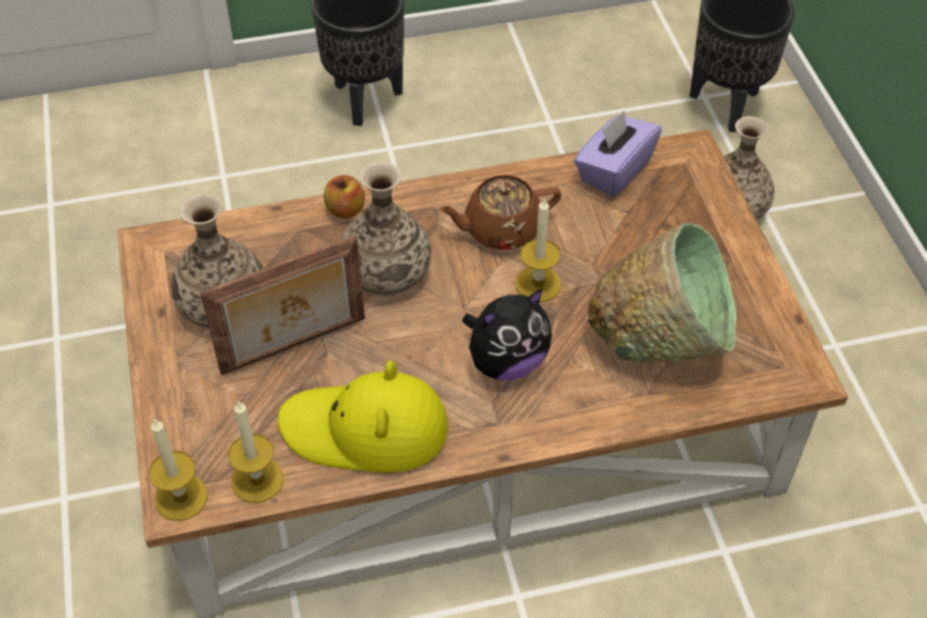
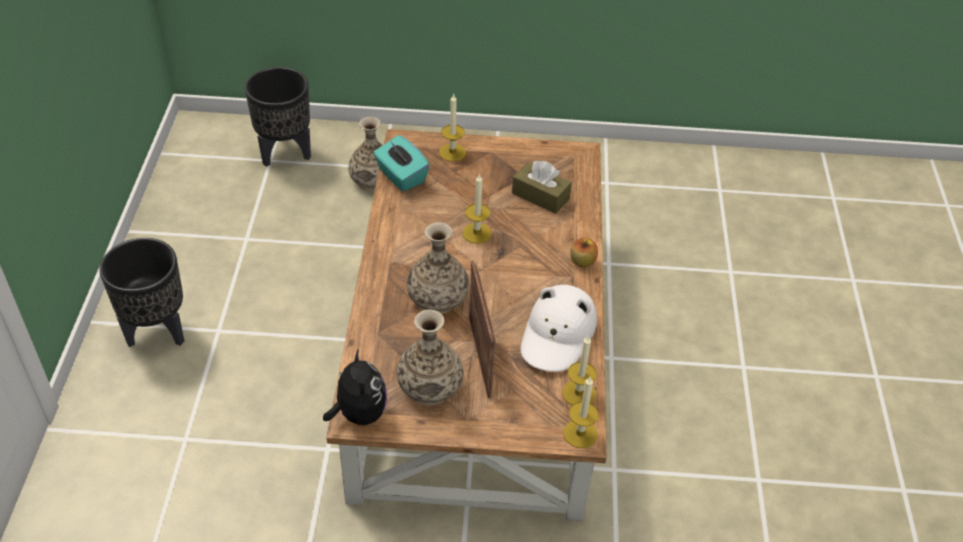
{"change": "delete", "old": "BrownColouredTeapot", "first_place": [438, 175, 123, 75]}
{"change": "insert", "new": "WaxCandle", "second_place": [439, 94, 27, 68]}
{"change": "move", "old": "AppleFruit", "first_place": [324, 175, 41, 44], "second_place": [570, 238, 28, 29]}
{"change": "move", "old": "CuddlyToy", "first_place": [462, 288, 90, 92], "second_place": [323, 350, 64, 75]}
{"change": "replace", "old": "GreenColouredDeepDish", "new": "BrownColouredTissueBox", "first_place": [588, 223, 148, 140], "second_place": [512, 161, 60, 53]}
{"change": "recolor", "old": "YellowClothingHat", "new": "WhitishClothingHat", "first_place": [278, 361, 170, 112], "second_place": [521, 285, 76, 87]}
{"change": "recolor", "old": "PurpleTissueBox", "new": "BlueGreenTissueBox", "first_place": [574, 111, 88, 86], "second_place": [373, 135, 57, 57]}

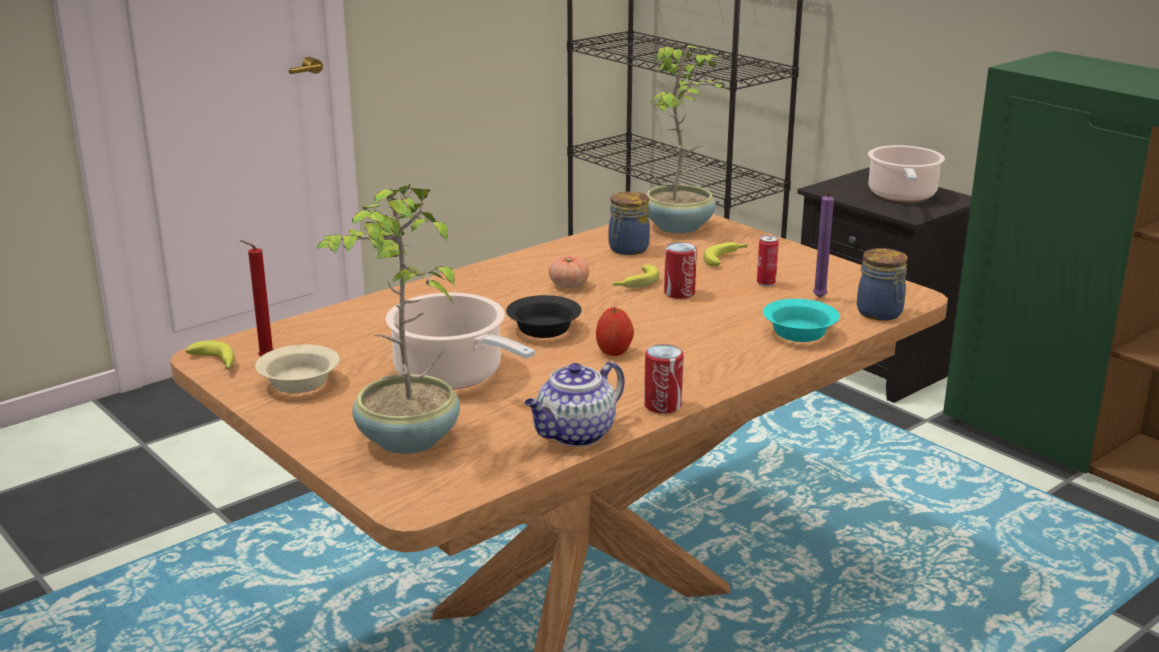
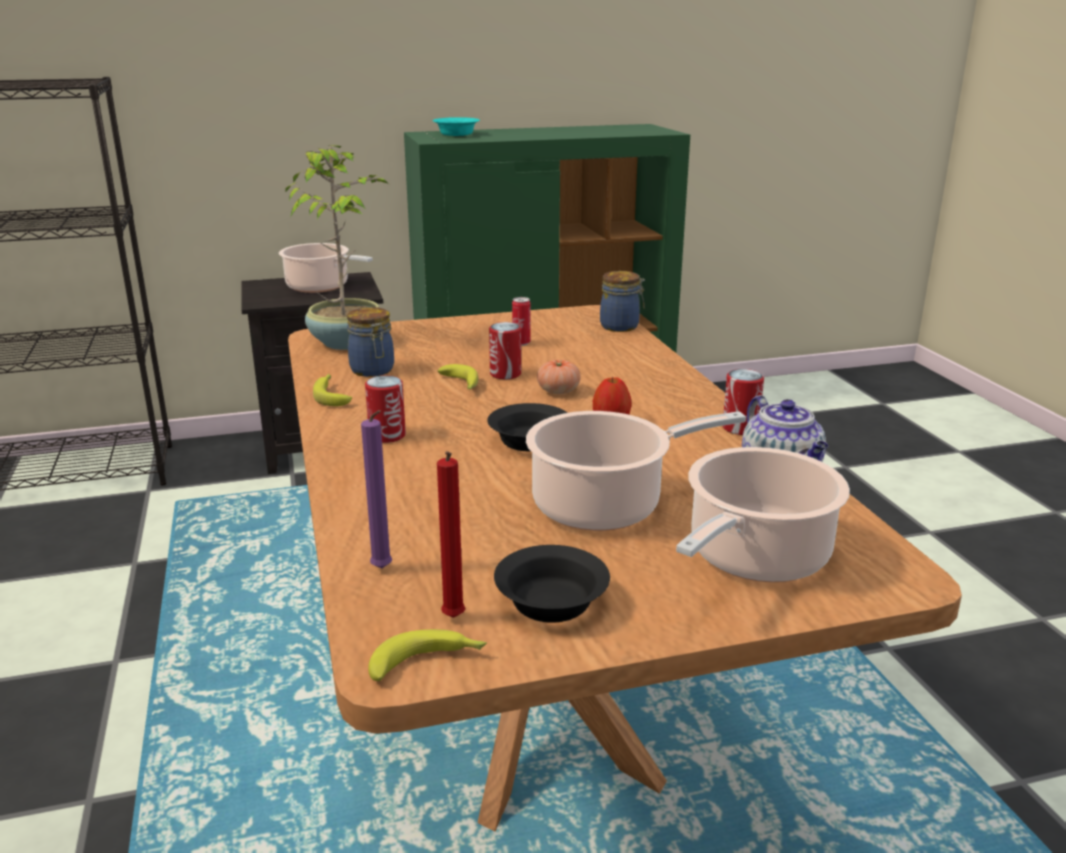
{"change": "insert", "new": "SealedCan", "second_place": [365, 375, 41, 68]}
{"change": "move", "old": "FreshTomato", "first_place": [549, 256, 40, 32], "second_place": [537, 360, 44, 34]}
{"change": "move", "old": "Banana", "first_place": [703, 242, 45, 25], "second_place": [313, 374, 39, 32]}
{"change": "move", "old": "BlueGreenDeepDish", "first_place": [763, 299, 77, 43], "second_place": [432, 117, 48, 19]}
{"change": "move", "old": "PurpleWaxCandle", "first_place": [813, 190, 21, 108], "second_place": [361, 410, 31, 159]}
{"change": "replace", "old": "PottedPlant", "new": "Stockpot", "first_place": [315, 182, 145, 272], "second_place": [676, 447, 174, 135]}
{"change": "recolor", "old": "SandColouredDeepDish", "new": "BlackColouredDeepDish", "first_place": [255, 344, 84, 49], "second_place": [494, 545, 116, 78]}

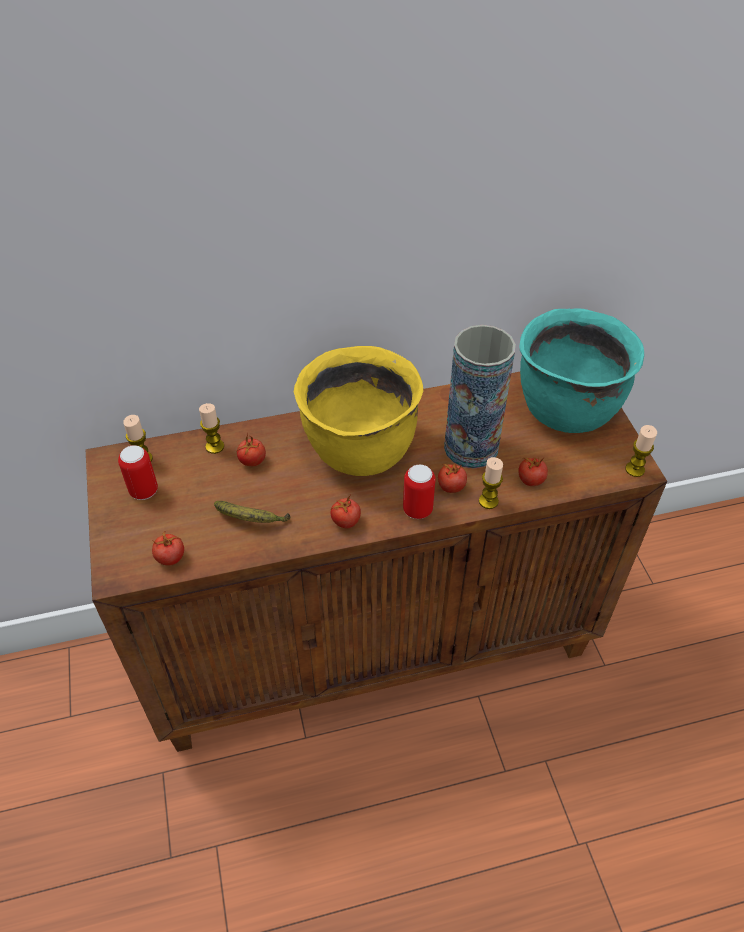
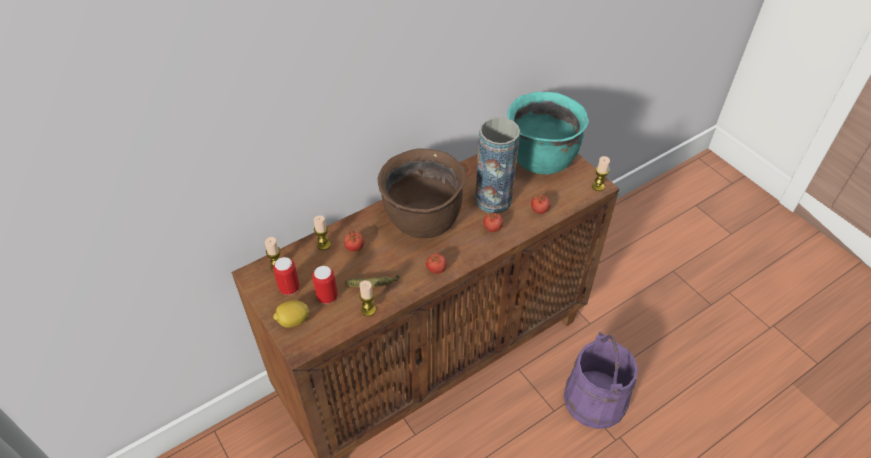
{"change": "delete", "old": "FreshTomato", "first_place": [152, 531, 32, 35]}
{"change": "insert", "new": "Lemon", "second_place": [273, 300, 36, 28]}
{"change": "insert", "new": "PurpleWaterBucket", "second_place": [564, 332, 74, 97]}
{"change": "move", "old": "SealedCan", "first_place": [403, 464, 33, 55], "second_place": [312, 266, 26, 38]}
{"change": "move", "old": "WaxCandle", "first_place": [479, 457, 24, 52], "second_place": [359, 281, 17, 35]}
{"change": "recolor", "old": "YellowStockpot", "new": "BrownColouredStockpot", "first_place": [294, 346, 129, 130], "second_place": [378, 148, 88, 90]}

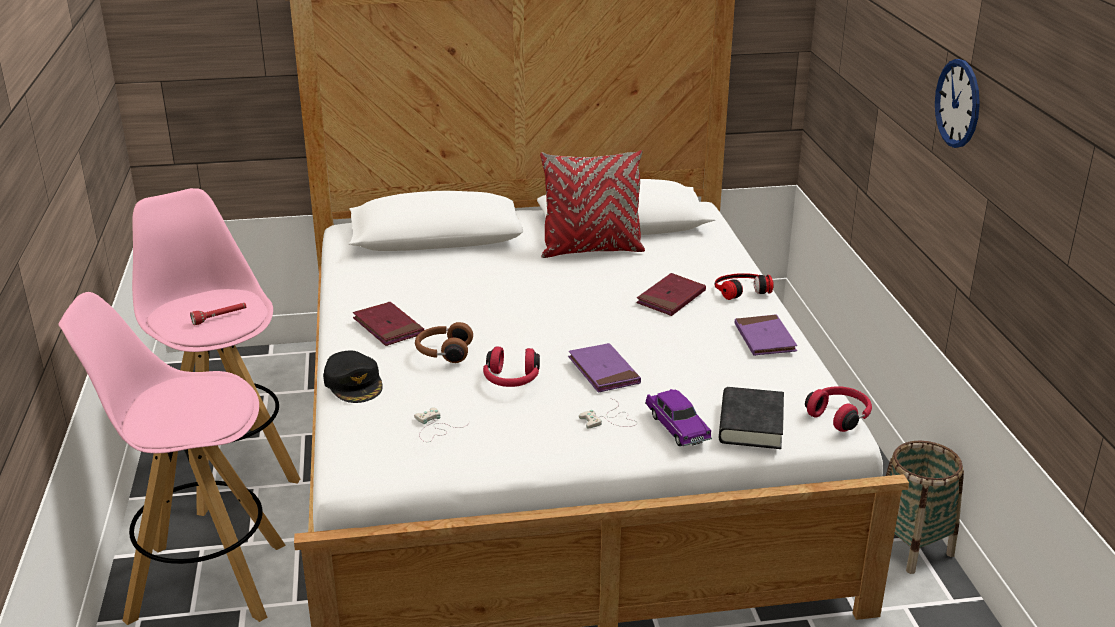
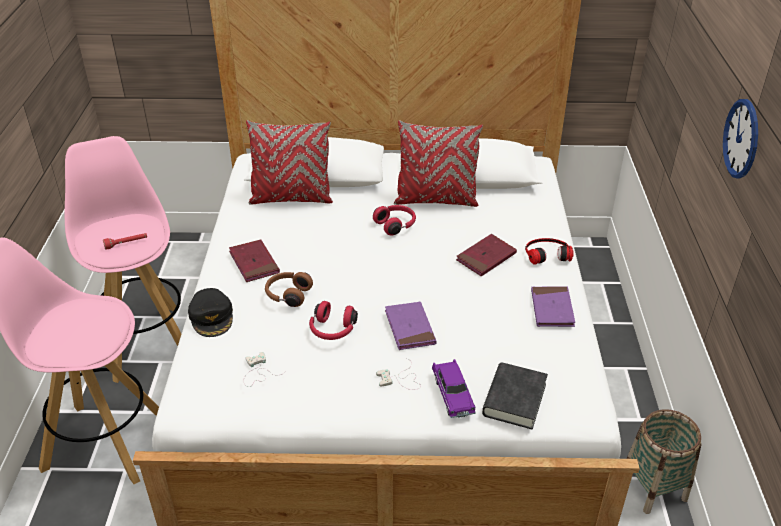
{"change": "insert", "new": "RedColouredCushion", "second_place": [246, 120, 87, 85]}
{"change": "move", "old": "RedColouredHeadphones", "first_place": [805, 386, 67, 46], "second_place": [373, 205, 43, 31]}

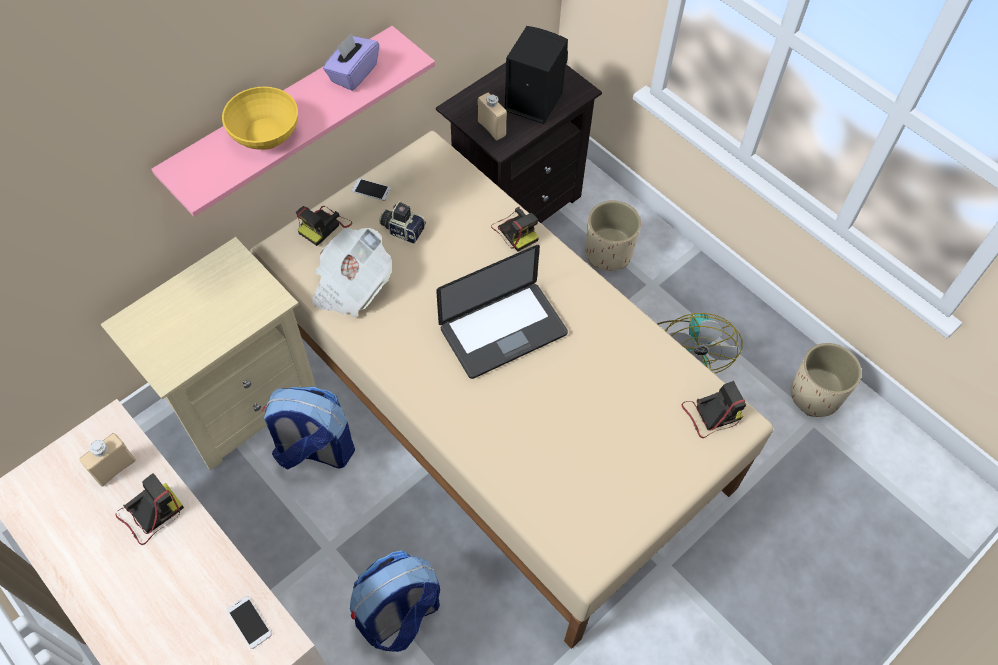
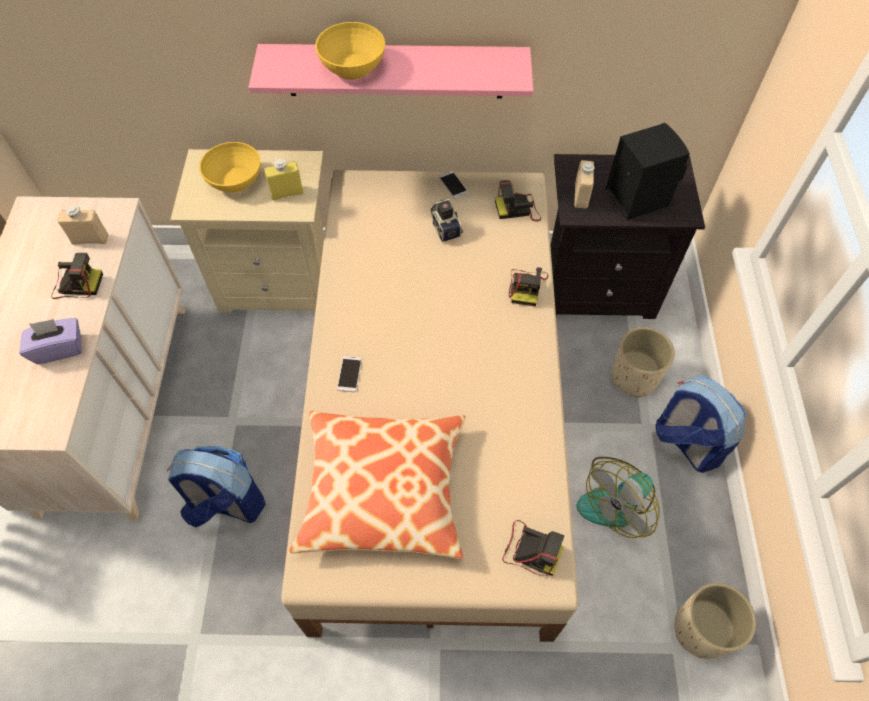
{"change": "delete", "old": "PrintedPaper", "first_place": [312, 228, 80, 89]}
{"change": "delete", "old": "Laptop", "first_place": [436, 245, 132, 134]}
{"change": "insert", "new": "YellowDeepDish", "second_place": [199, 142, 62, 51]}
{"change": "insert", "new": "YellowBeverageBottle", "second_place": [264, 159, 40, 41]}
{"change": "insert", "new": "Cushion", "second_place": [289, 411, 176, 148]}
{"change": "move", "old": "Phone", "first_place": [227, 596, 45, 53], "second_place": [337, 356, 25, 36]}
{"change": "move", "old": "Knapsack", "first_place": [262, 387, 93, 82], "second_place": [655, 375, 91, 98]}
{"change": "move", "old": "StillCamera", "first_place": [296, 206, 56, 40], "second_place": [495, 180, 46, 41]}
{"change": "move", "old": "PurpleTissueBox", "first_place": [323, 33, 56, 58], "second_place": [19, 318, 63, 46]}

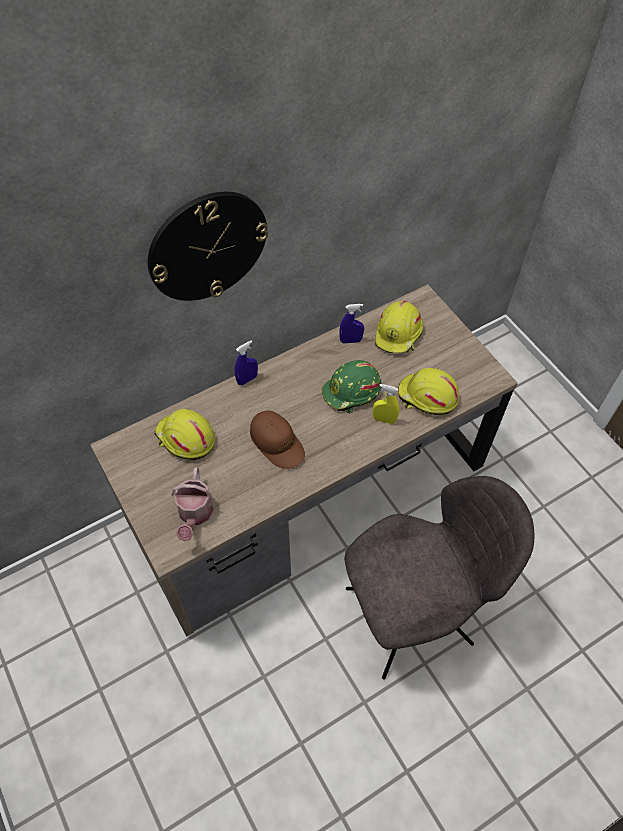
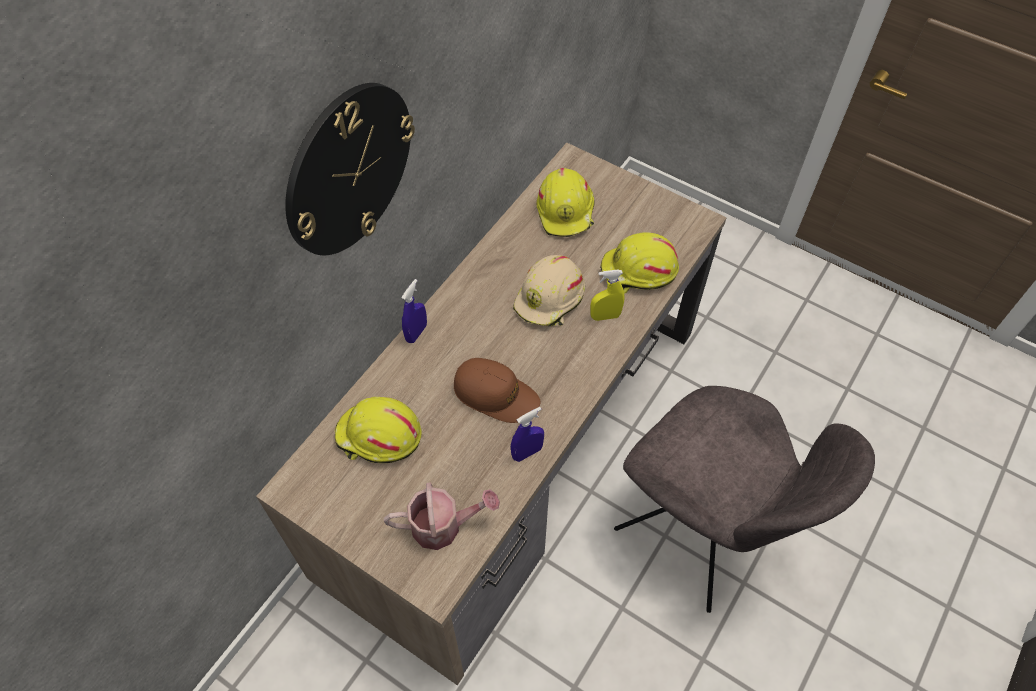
{"change": "move", "old": "BlueColouredHandSprayer", "first_place": [339, 304, 25, 39], "second_place": [511, 407, 33, 55]}
{"change": "recolor", "old": "GreenColouredHardHat", "new": "SandColouredHardHat", "first_place": [322, 360, 60, 54], "second_place": [513, 255, 72, 71]}
{"change": "rotate", "old": "WateringPot", "first_place": [171, 467, 42, 75], "second_place": [384, 483, 116, 67], "degrees": -75}
{"change": "rotate", "old": "GrayUprightChair", "first_place": [344, 476, 191, 204], "second_place": [614, 386, 261, 227], "degrees": 90}

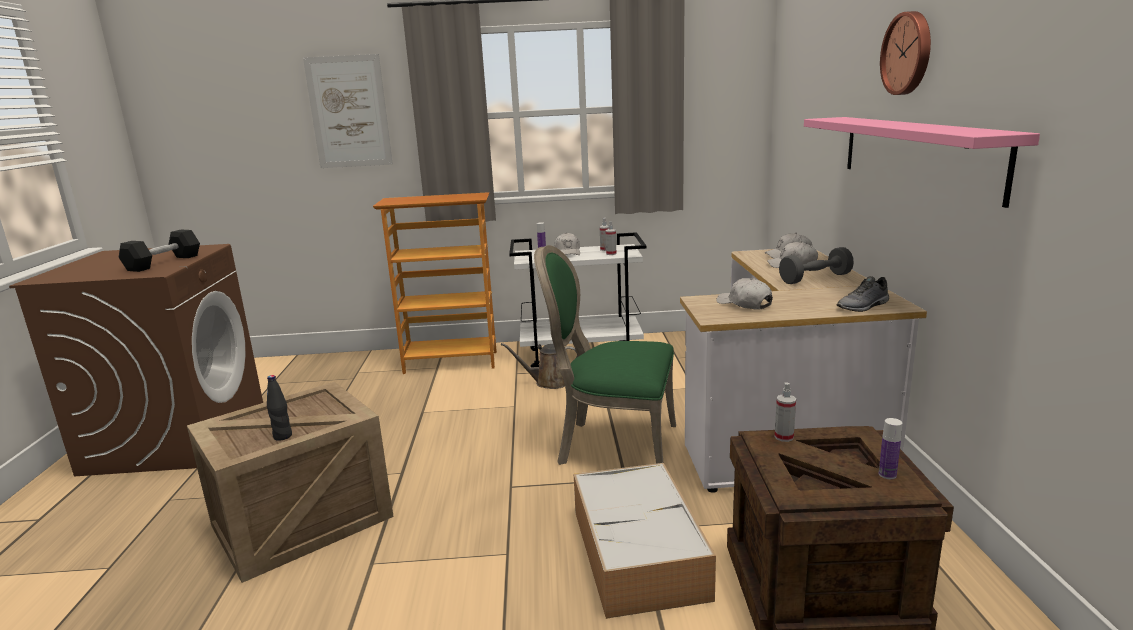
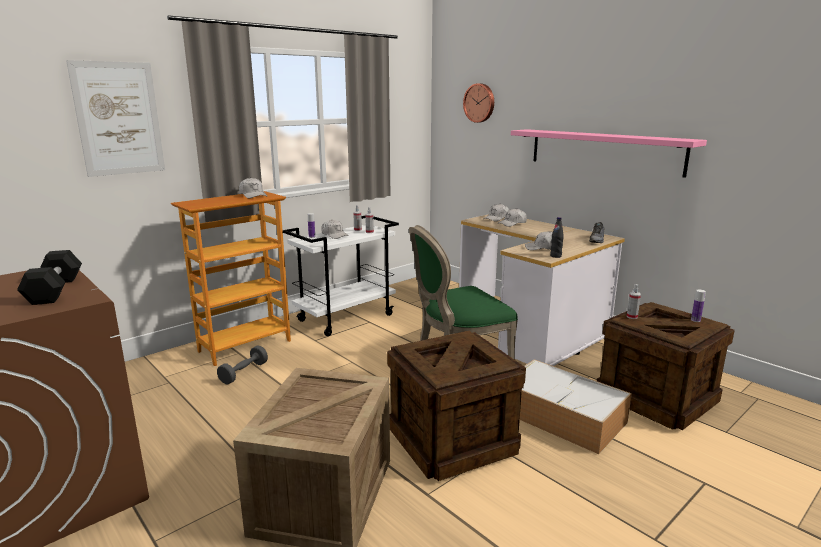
{"change": "delete", "old": "BrownColouredWateringPot", "first_place": [501, 343, 77, 46]}
{"change": "insert", "new": "WhitishBaseballCap", "second_place": [239, 178, 28, 21]}
{"change": "insert", "new": "PackingCrate", "second_place": [387, 331, 139, 150]}
{"change": "move", "old": "BlackColouredBeverageBottle", "first_place": [267, 375, 25, 66], "second_place": [550, 217, 14, 41]}
{"change": "move", "old": "GrayHandWeight", "first_place": [779, 247, 75, 37], "second_place": [217, 346, 51, 38]}
{"change": "move", "old": "ClockOnTheWall", "first_place": [880, 11, 51, 84], "second_place": [463, 83, 31, 40]}

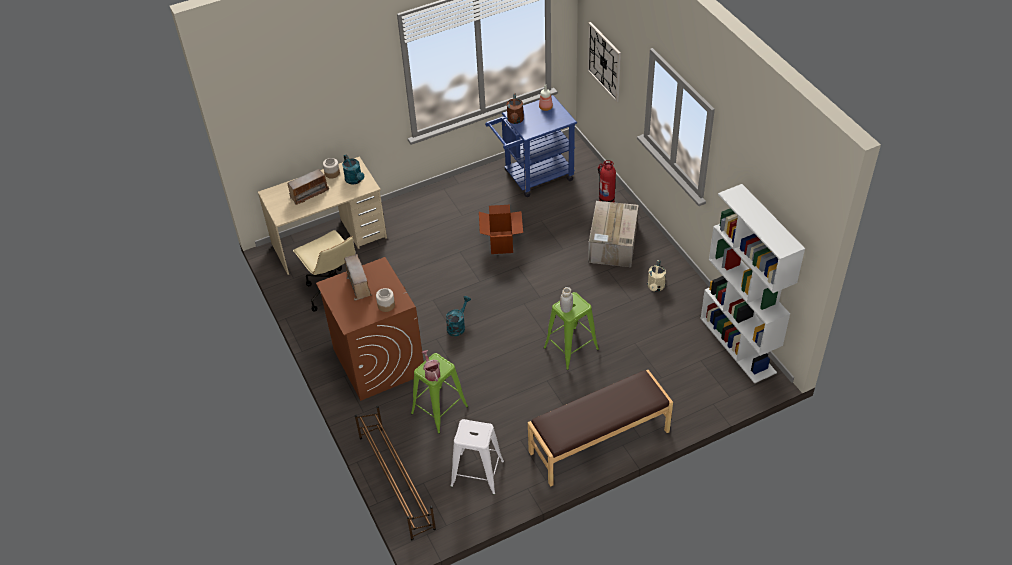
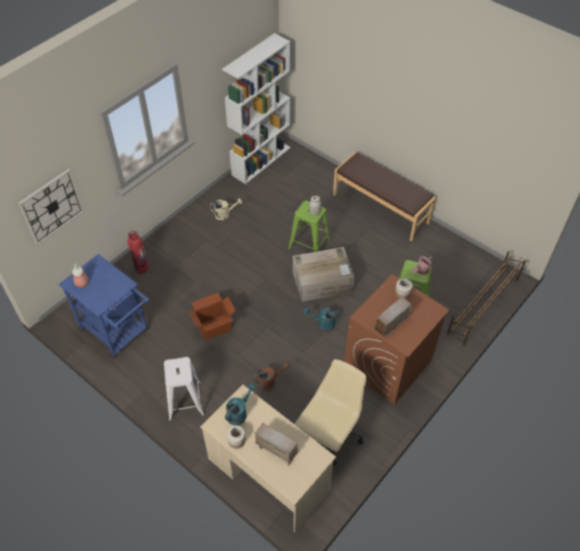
{"change": "move", "old": "WhitishStool", "first_place": [450, 419, 54, 76], "second_place": [164, 357, 40, 64]}
{"change": "move", "old": "BrownColouredWateringPot", "first_place": [507, 94, 17, 30], "second_place": [253, 362, 37, 28]}
{"change": "move", "old": "CardboardBox", "first_place": [588, 201, 51, 66], "second_place": [292, 247, 62, 55]}

